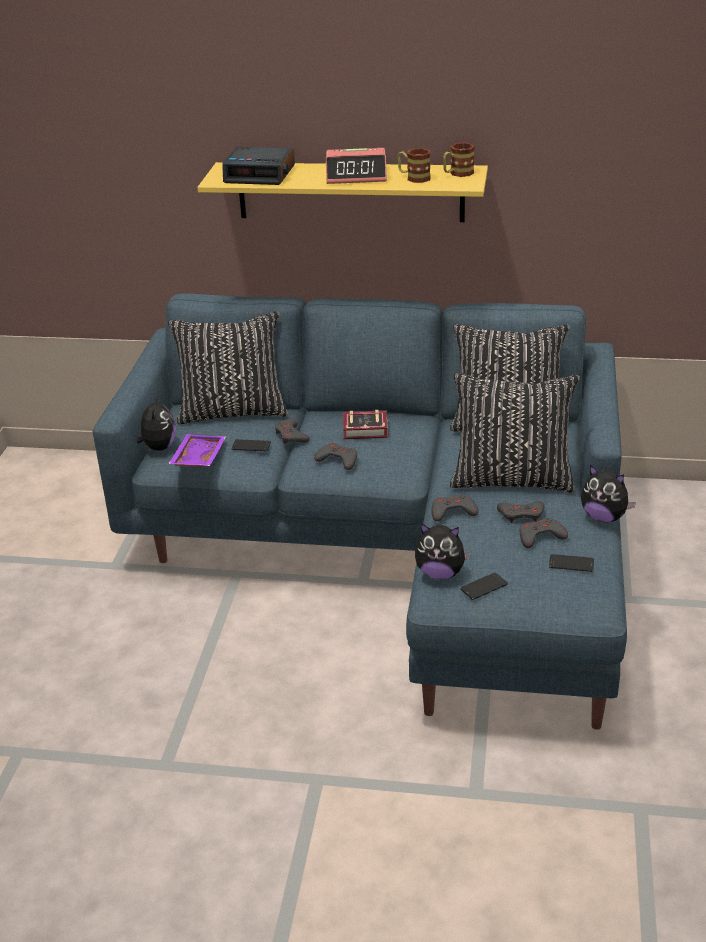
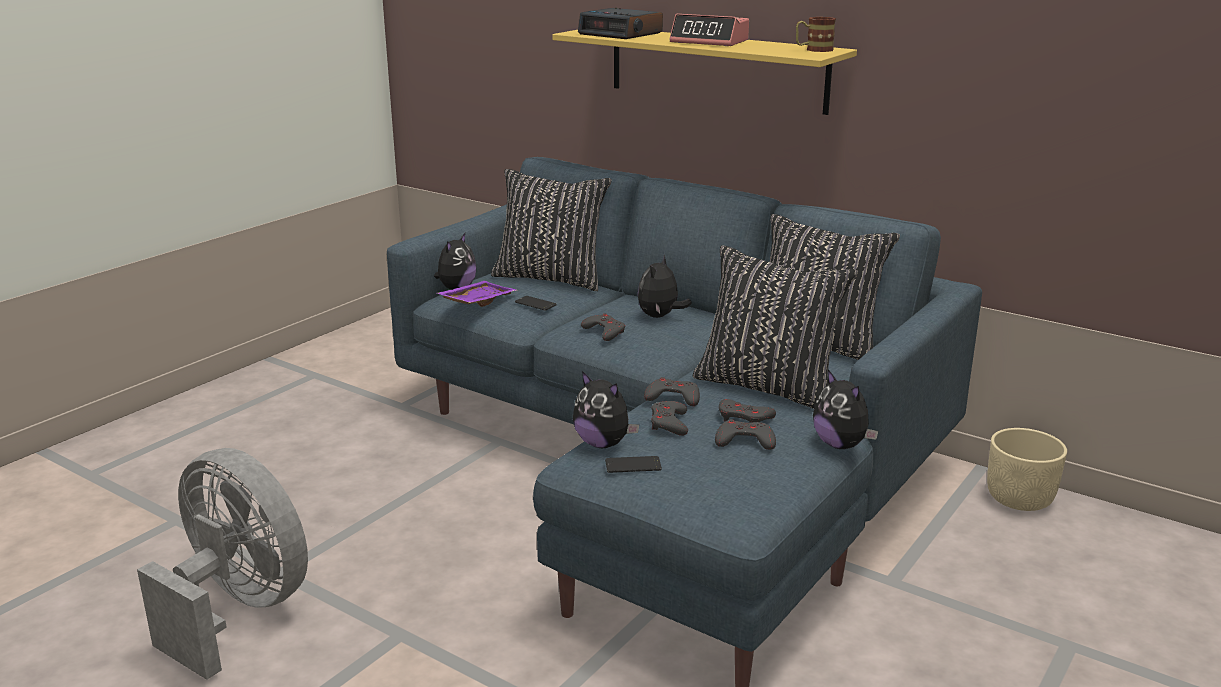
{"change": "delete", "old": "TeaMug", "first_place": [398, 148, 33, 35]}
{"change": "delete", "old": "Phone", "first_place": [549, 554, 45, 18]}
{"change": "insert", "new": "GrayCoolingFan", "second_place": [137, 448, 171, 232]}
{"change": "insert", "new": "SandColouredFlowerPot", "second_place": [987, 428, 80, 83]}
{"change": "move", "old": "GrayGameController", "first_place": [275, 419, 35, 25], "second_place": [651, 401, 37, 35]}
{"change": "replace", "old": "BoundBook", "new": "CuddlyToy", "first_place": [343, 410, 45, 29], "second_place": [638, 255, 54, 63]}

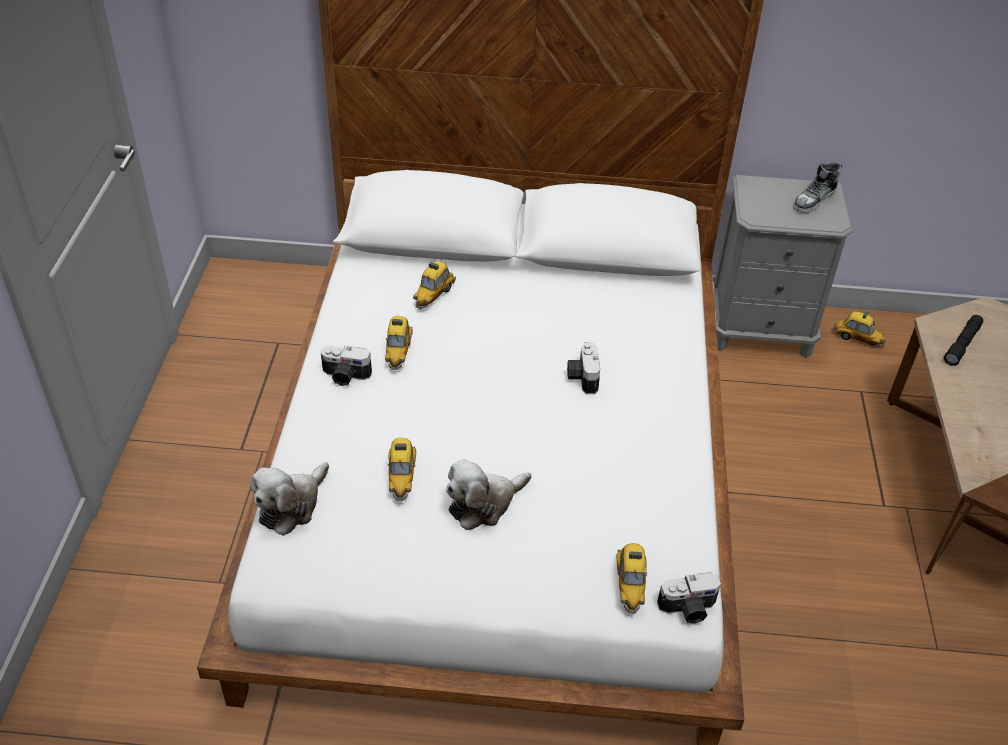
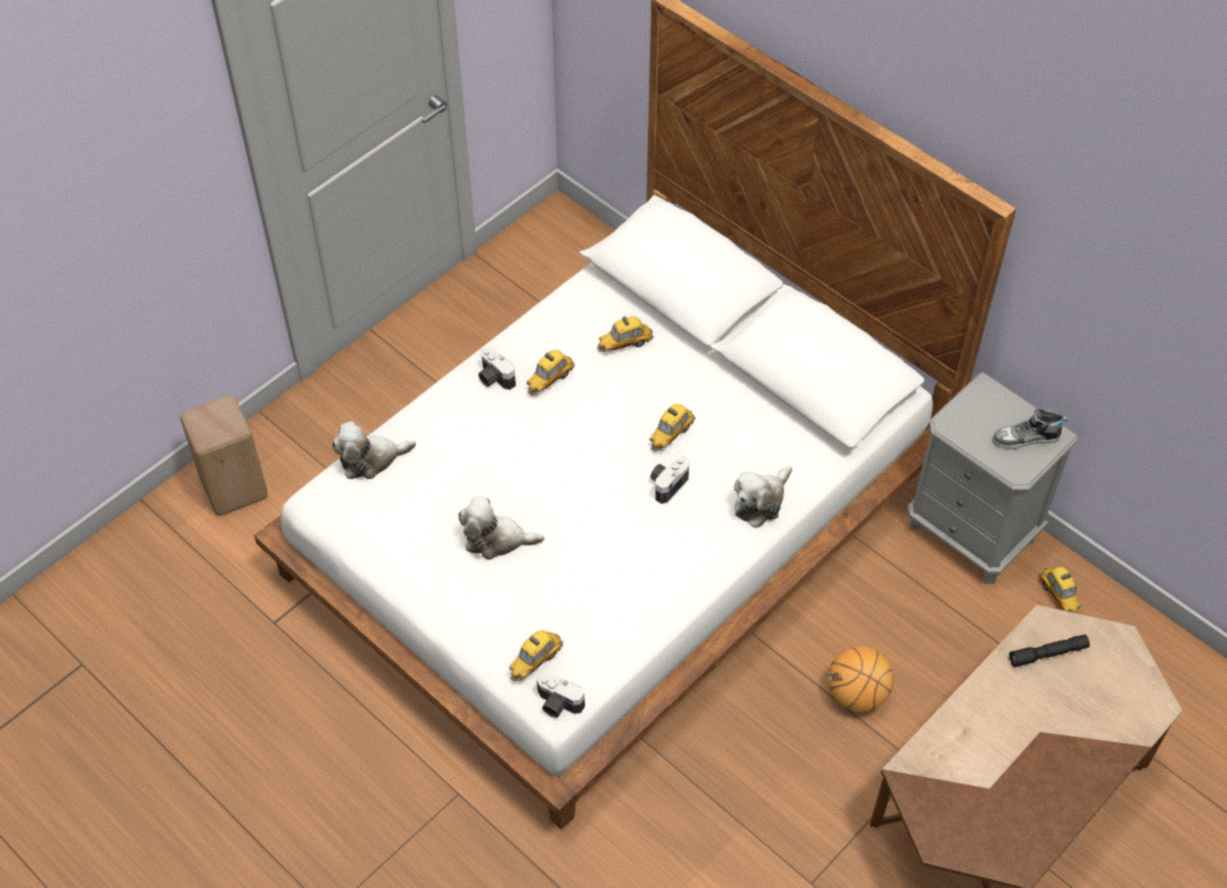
{"change": "insert", "new": "SandColouredStool", "second_place": [180, 395, 88, 121]}
{"change": "insert", "new": "CuddlyToy", "second_place": [734, 466, 58, 62]}
{"change": "insert", "new": "BallForBasketball", "second_place": [828, 646, 66, 66]}
{"change": "move", "old": "ModelCar", "first_place": [388, 438, 28, 63], "second_place": [649, 404, 46, 48]}

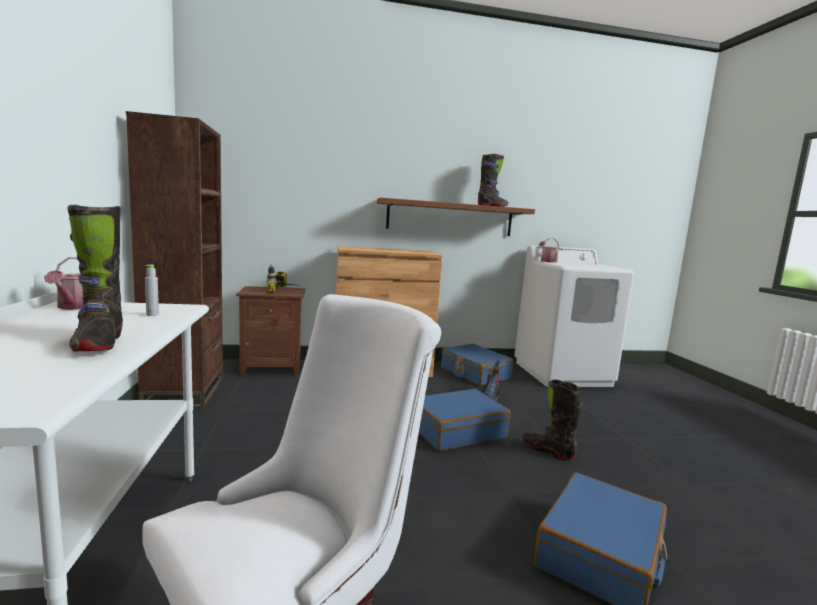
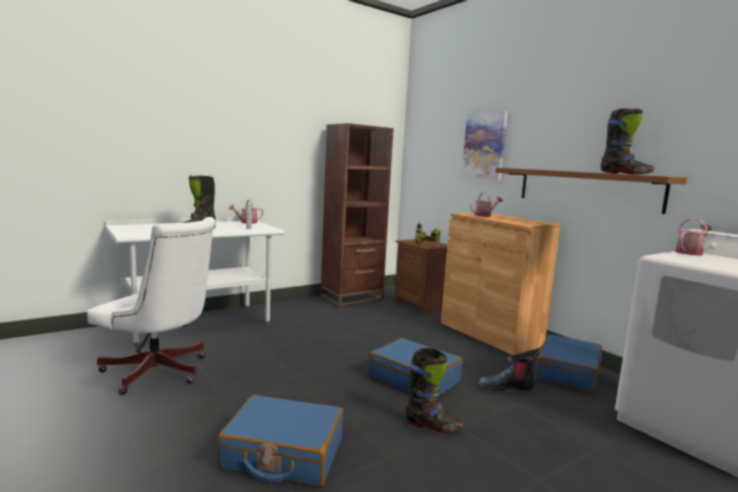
{"change": "insert", "new": "WallPicture", "second_place": [461, 111, 47, 69]}
{"change": "insert", "new": "WateringPot", "second_place": [470, 192, 33, 25]}
{"change": "rotate", "old": "BlackColouredTallBoot", "first_place": [522, 379, 61, 81], "second_place": [405, 348, 58, 85], "degrees": 90}

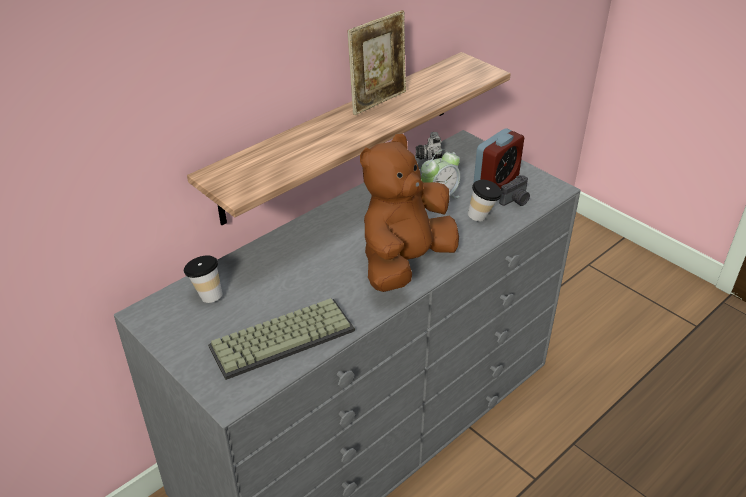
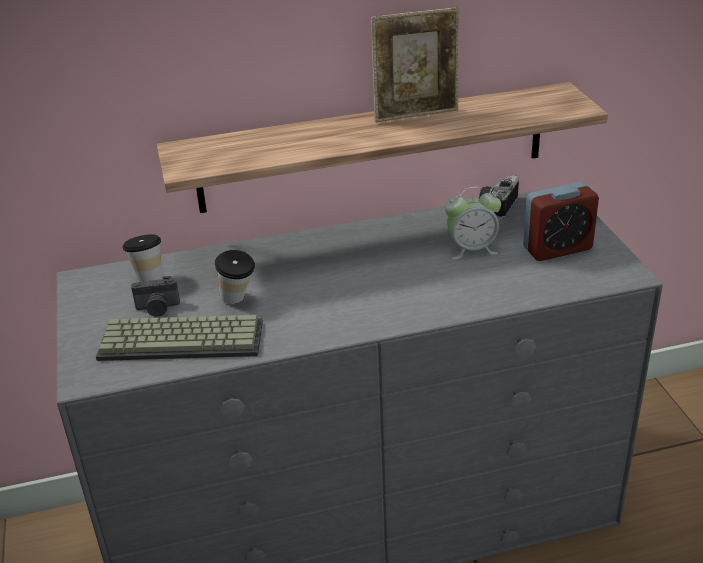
{"change": "delete", "old": "BrownColouredCuddlyToy", "first_place": [360, 134, 99, 158]}
{"change": "move", "old": "SmallCup", "first_place": [468, 180, 34, 42], "second_place": [215, 250, 40, 54]}
{"change": "move", "old": "StillCamera", "first_place": [499, 175, 31, 31], "second_place": [131, 276, 49, 40]}

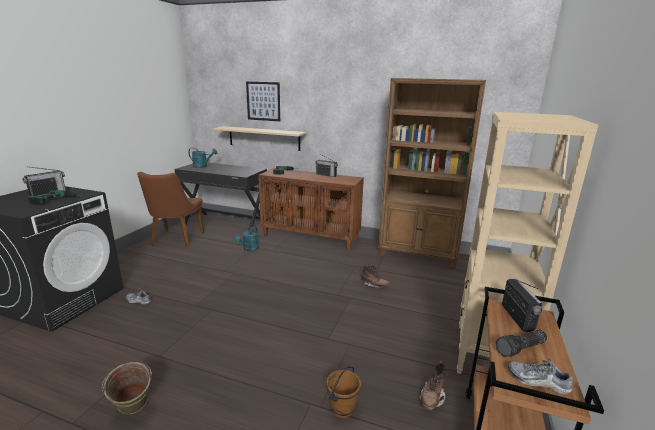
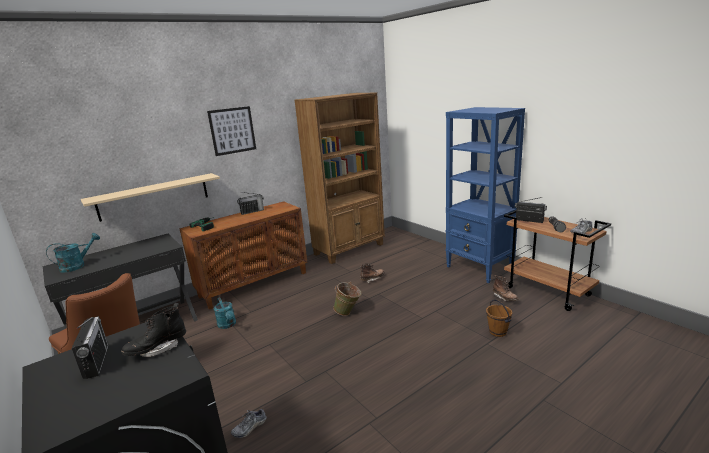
{"change": "move", "old": "GreenColouredWaterBucket", "first_place": [101, 362, 51, 52], "second_place": [333, 282, 29, 34]}
{"change": "move", "old": "WallPicture", "first_place": [246, 82, 34, 39], "second_place": [207, 106, 49, 50]}
{"change": "replace", "old": "ElectricDrill", "new": "BlackColouredTallBoot", "first_place": [28, 190, 54, 15], "second_place": [121, 303, 65, 54]}
{"change": "recolor", "old": "SandColouredBookcase", "new": "BlueColouredBookcase", "first_place": [457, 112, 141, 262], "second_place": [446, 107, 79, 176]}

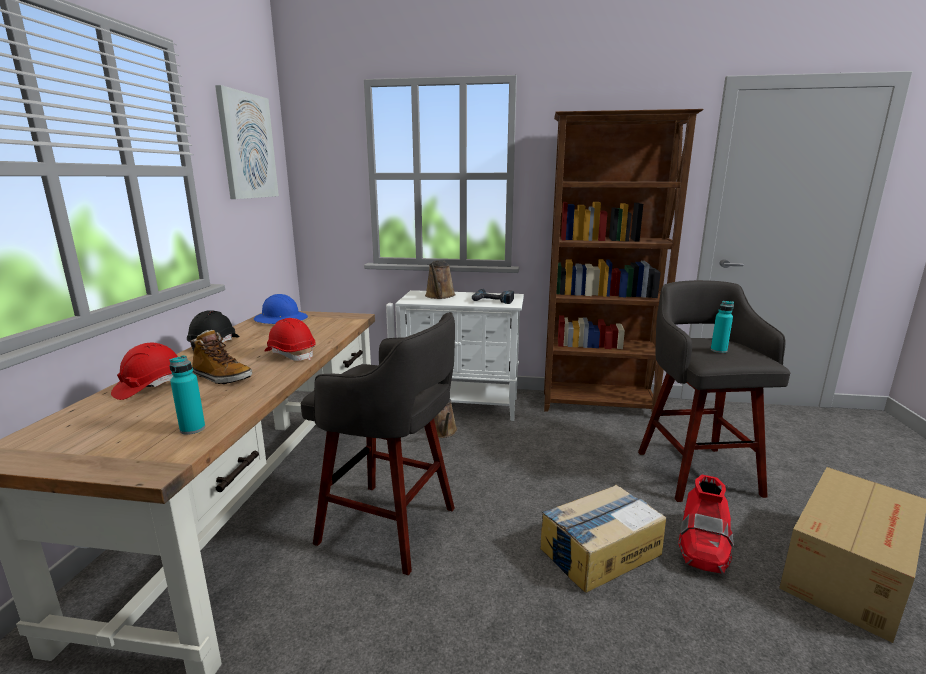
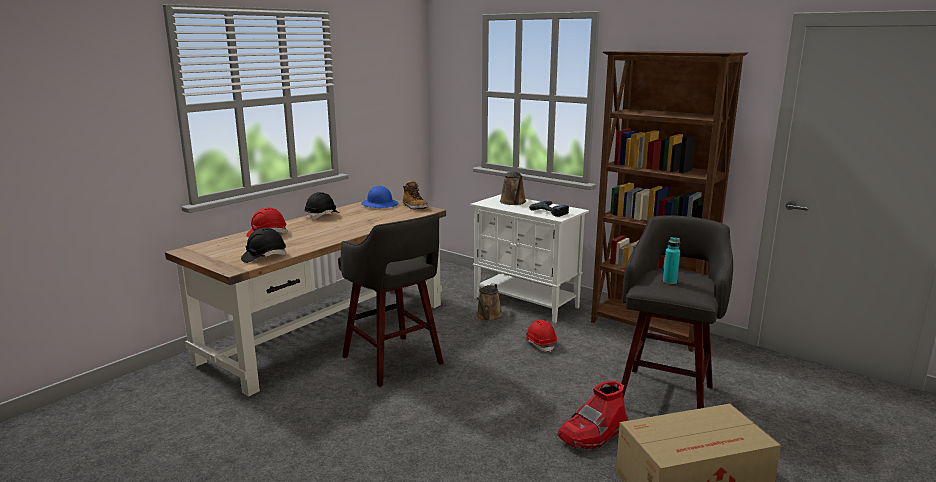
{"change": "delete", "old": "WallPicture", "first_place": [215, 85, 64, 114]}
{"change": "delete", "old": "CardboardBox", "first_place": [540, 485, 126, 108]}
{"change": "move", "old": "TallBoot", "first_place": [190, 330, 62, 54], "second_place": [403, 181, 25, 29]}
{"change": "move", "old": "RedColouredHardHat", "first_place": [264, 318, 52, 43], "second_place": [524, 320, 33, 32]}
{"change": "replace", "old": "BlueGreenBeverageBottle", "new": "BlackColouredHardHat", "first_place": [169, 356, 36, 79], "second_place": [241, 227, 45, 36]}
{"change": "rotate", "old": "BrownColouredWateringPot", "first_place": [425, 260, 31, 39], "second_place": [500, 171, 26, 34], "degrees": -45}

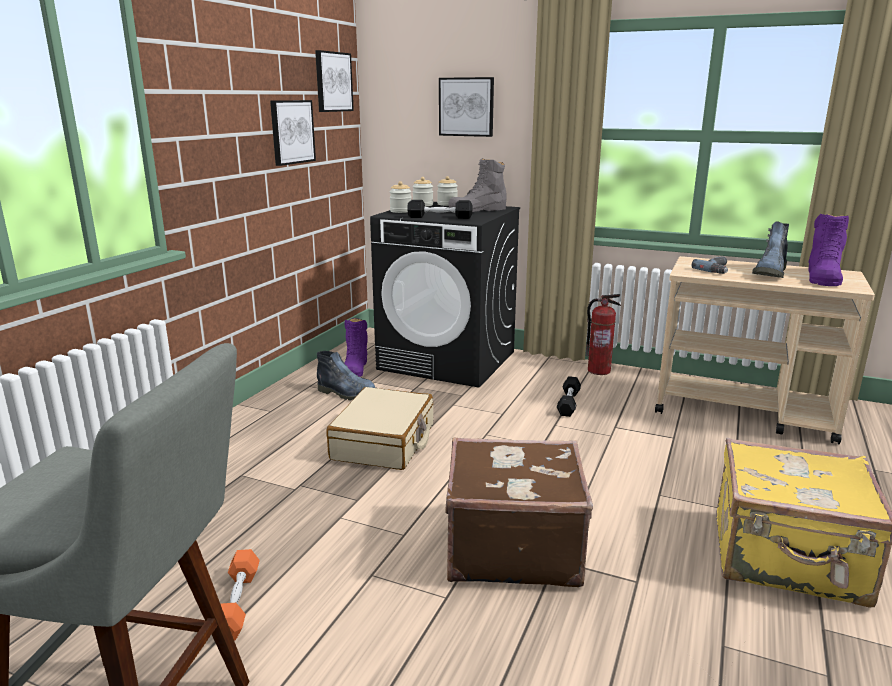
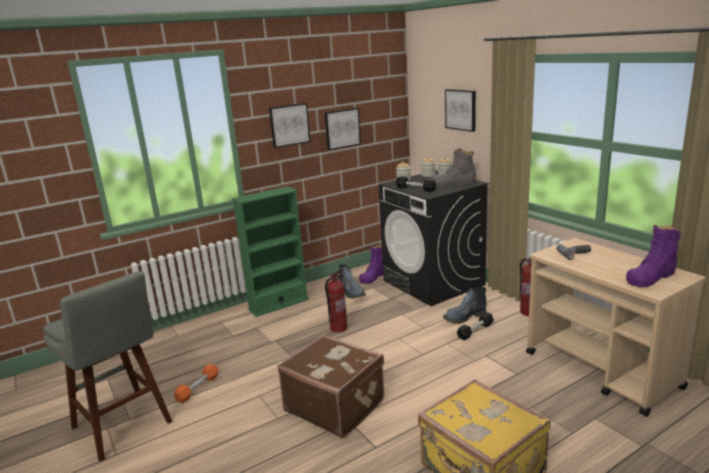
{"change": "insert", "new": "GreenColouredBookcase", "second_place": [232, 186, 77, 131]}
{"change": "move", "old": "WallPicture", "first_place": [315, 50, 39, 62], "second_place": [269, 103, 42, 45]}
{"change": "move", "old": "TallBoot", "first_place": [752, 221, 37, 57], "second_place": [443, 287, 44, 37]}
{"change": "replace", "old": "SandColouredPieceOfLuggage", "new": "FireExtinguisher", "first_place": [327, 387, 106, 83], "second_place": [325, 268, 22, 65]}

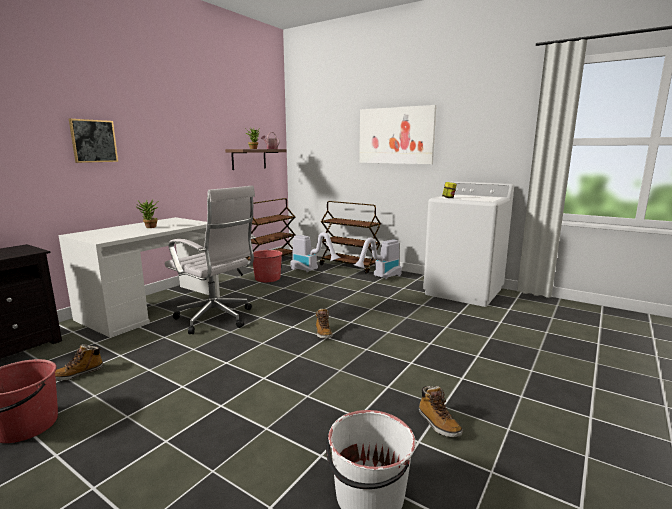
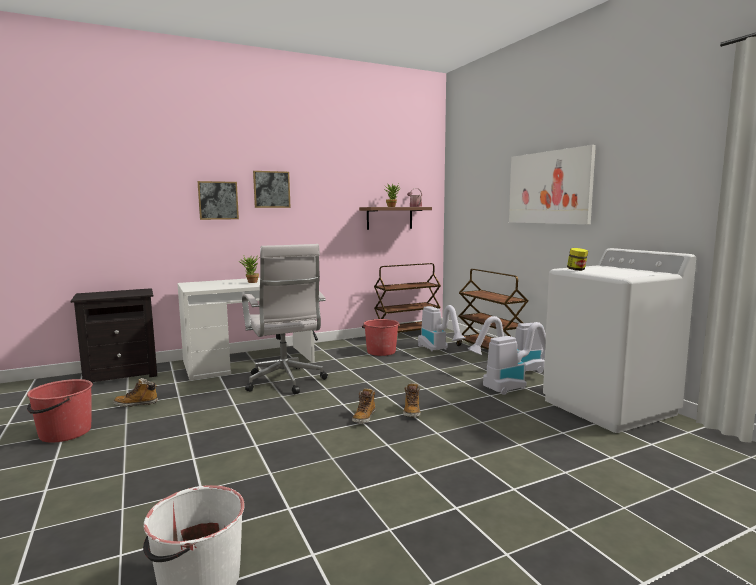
{"change": "insert", "new": "WallPicture", "second_place": [253, 171, 38, 37]}
{"change": "insert", "new": "Hoover", "second_place": [483, 322, 63, 73]}
{"change": "move", "old": "TallBoot", "first_place": [419, 386, 44, 51], "second_place": [403, 383, 17, 34]}

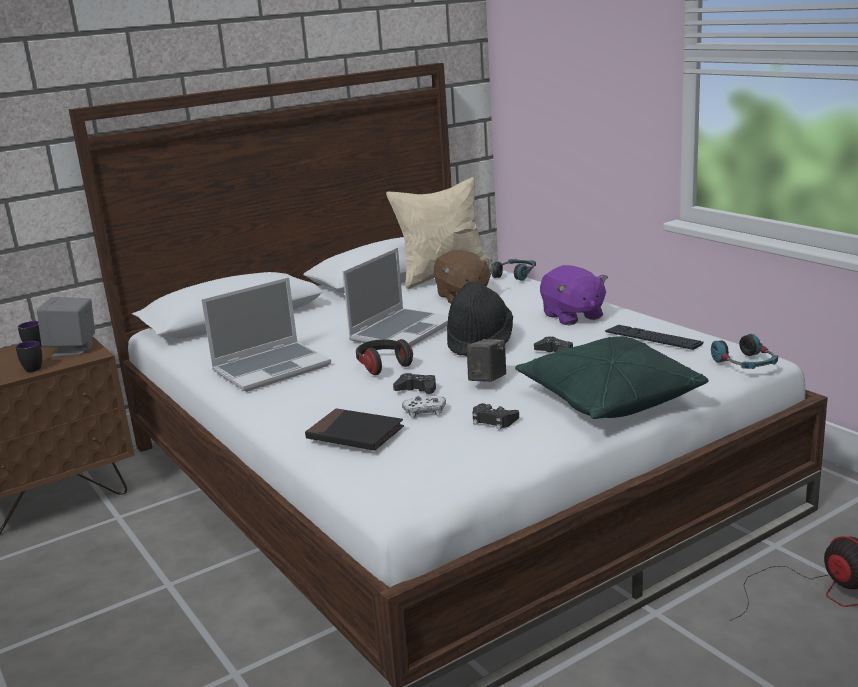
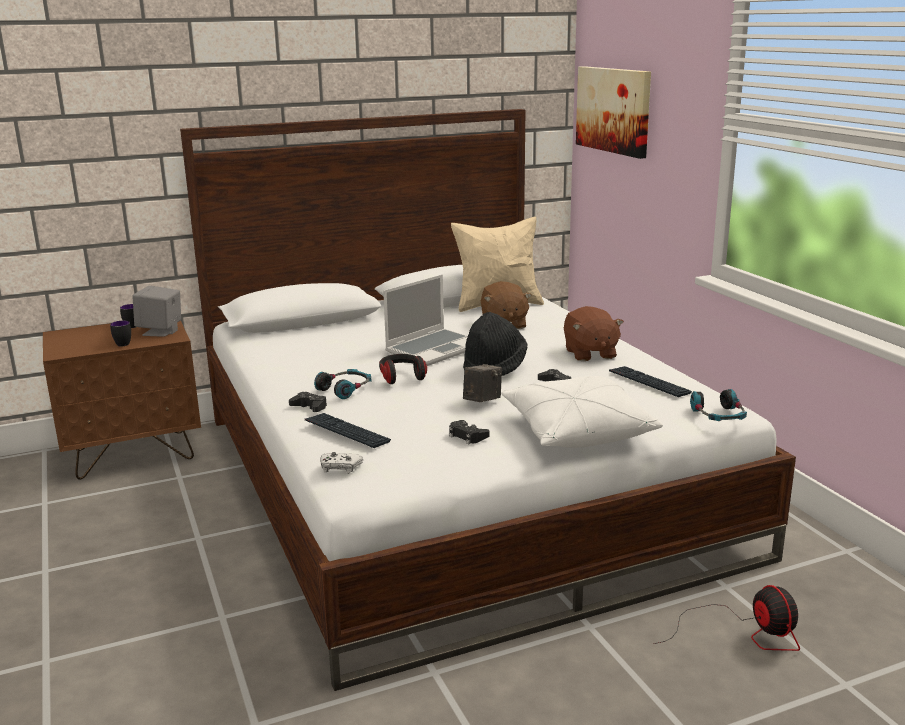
{"change": "delete", "old": "Laptop", "first_place": [201, 277, 130, 115]}
{"change": "insert", "new": "WallPicture", "second_place": [576, 66, 75, 93]}
{"change": "move", "old": "BlackColouredGameController", "first_place": [393, 373, 43, 21], "second_place": [289, 392, 38, 20]}
{"change": "move", "old": "WhitishGameController", "first_place": [402, 396, 44, 22], "second_place": [320, 452, 43, 22]}
{"change": "move", "old": "Headphones", "first_place": [491, 259, 45, 22], "second_place": [314, 369, 58, 30]}
{"change": "replace", "old": "BlackColouredBoundBook", "new": "ComputerKeyboard", "first_place": [305, 408, 99, 43], "second_place": [305, 413, 86, 35]}
{"change": "recolor", "old": "GreenColouredCushion", "new": "WhitishCushion", "first_place": [515, 336, 193, 83], "second_place": [501, 376, 162, 72]}
{"change": "recolor", "old": "PurpleCuddlyToy", "new": "BrownColouredCuddlyToy", "first_place": [540, 265, 68, 60], "second_place": [564, 306, 60, 55]}

